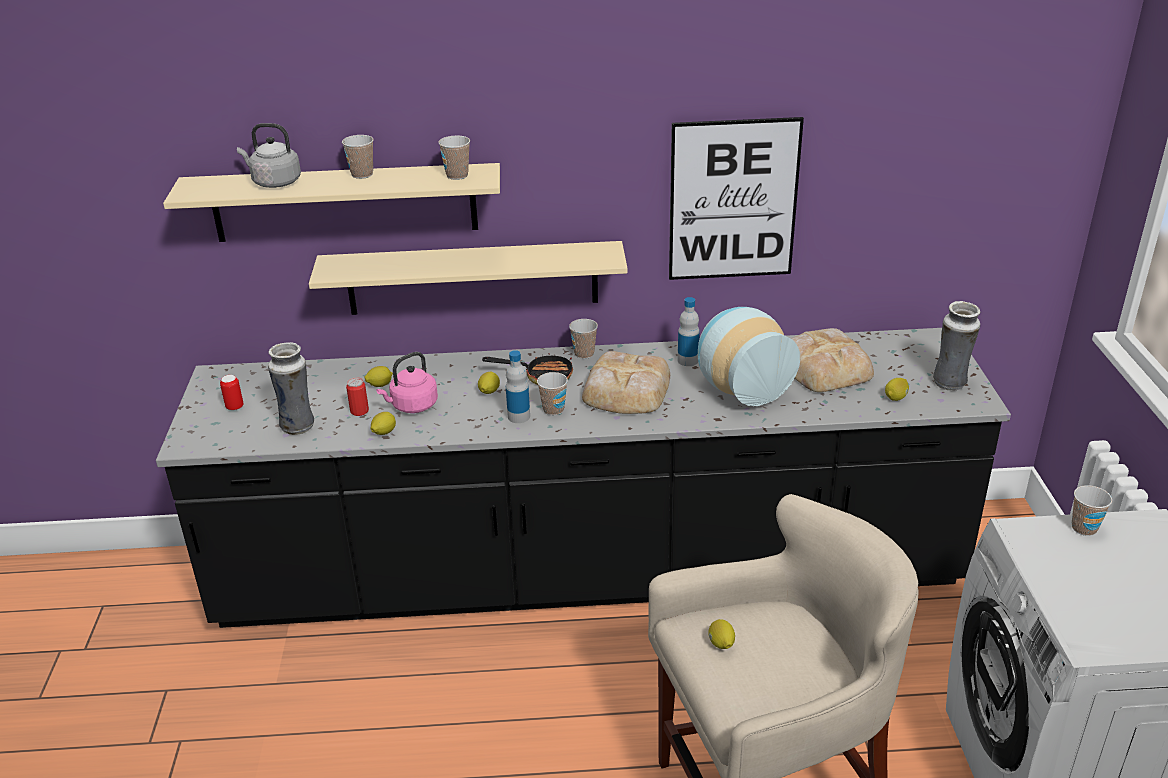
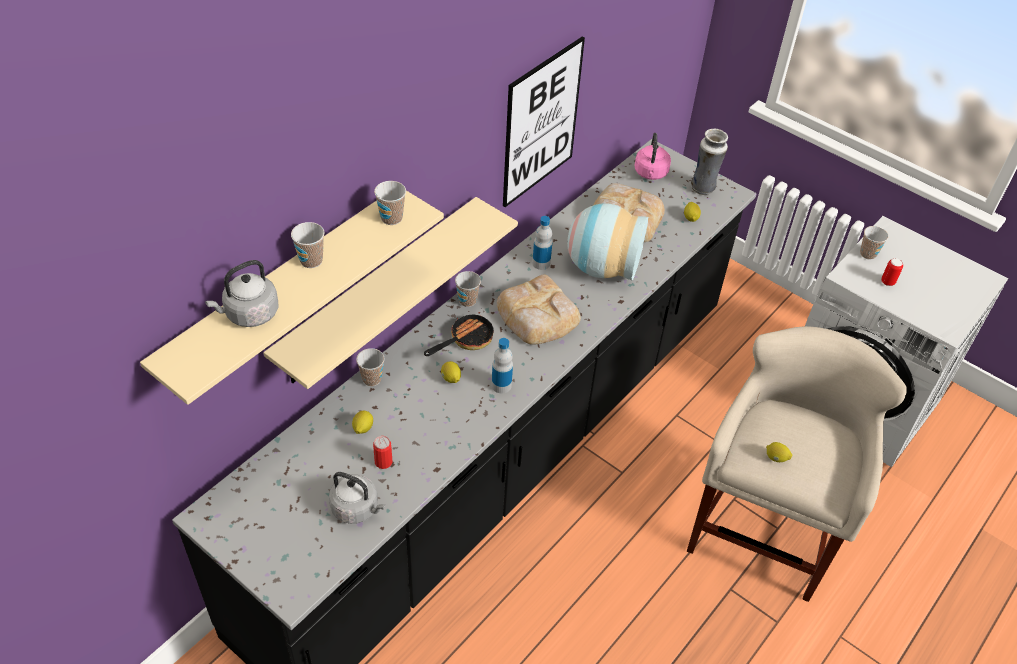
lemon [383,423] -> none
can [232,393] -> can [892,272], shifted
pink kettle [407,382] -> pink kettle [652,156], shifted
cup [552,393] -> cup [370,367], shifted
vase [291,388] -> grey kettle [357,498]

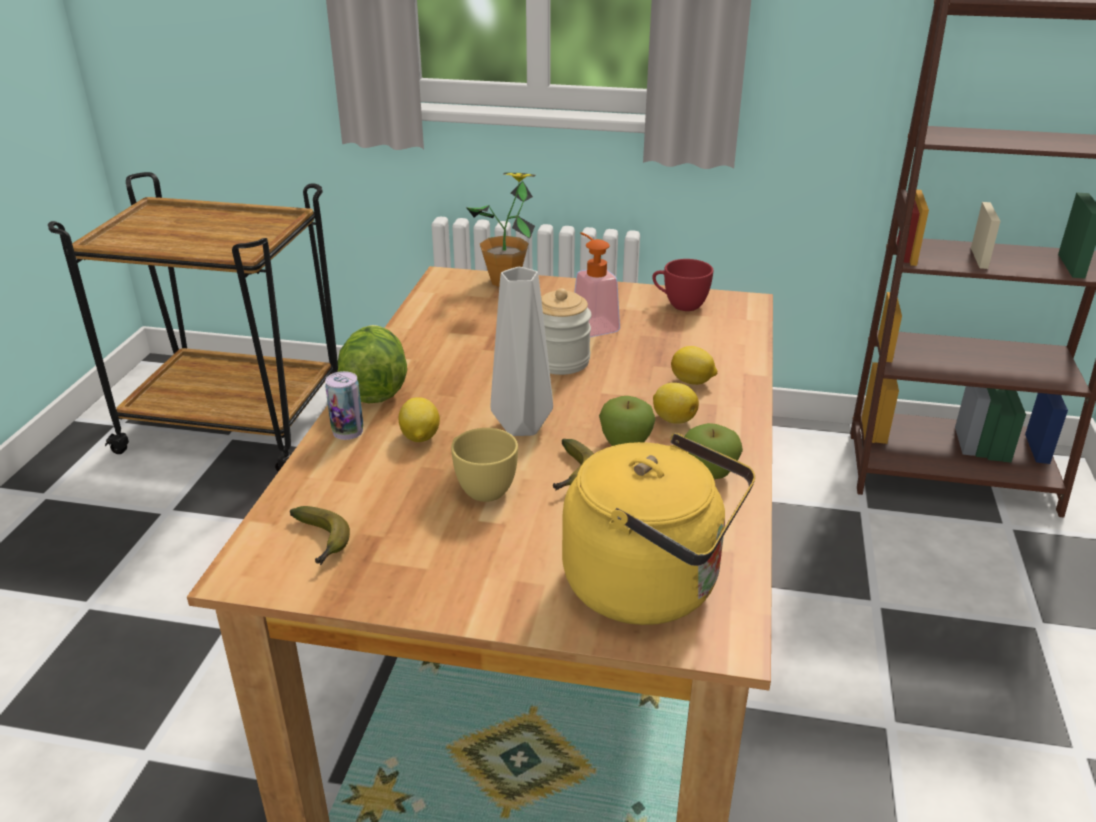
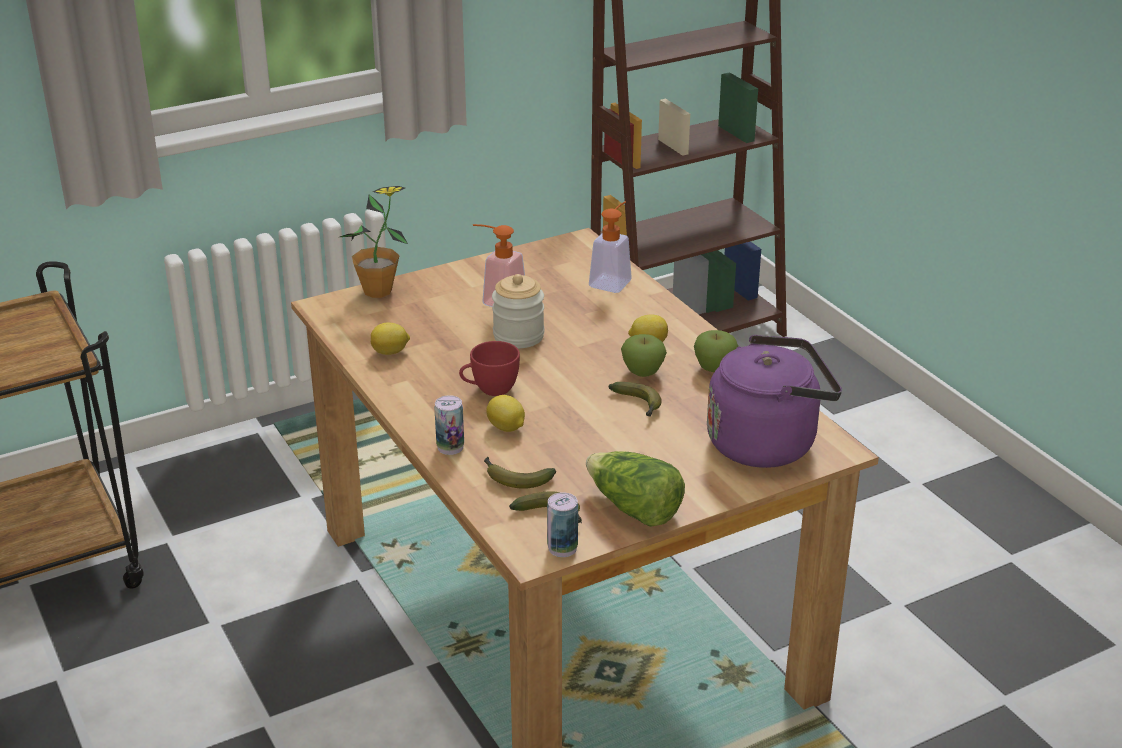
yellow cup [484,465] -> none
grey vase [521,351] -> none
none -> banana [520,473]
none -> can [562,524]
none -> soap dispenser [610,247]
lettuce [372,364] -> lettuce [635,489], shifted
red cup [682,285] -> red cup [489,368], shifted
lemon [694,365] -> lemon [390,339], shifted
yellow kettle [658,529] -> purple kettle [774,401]

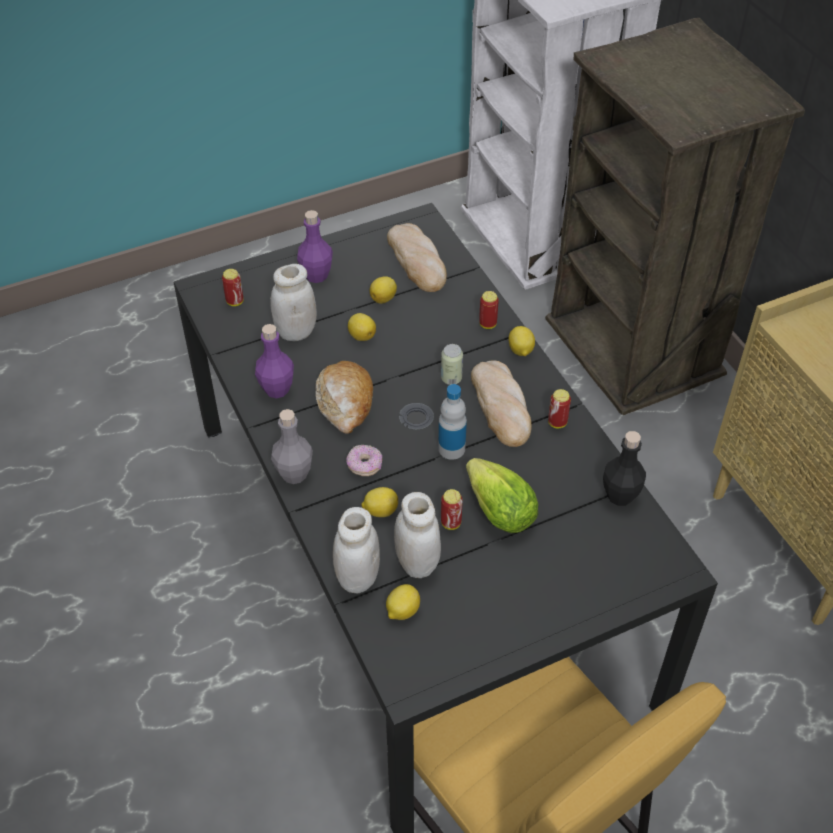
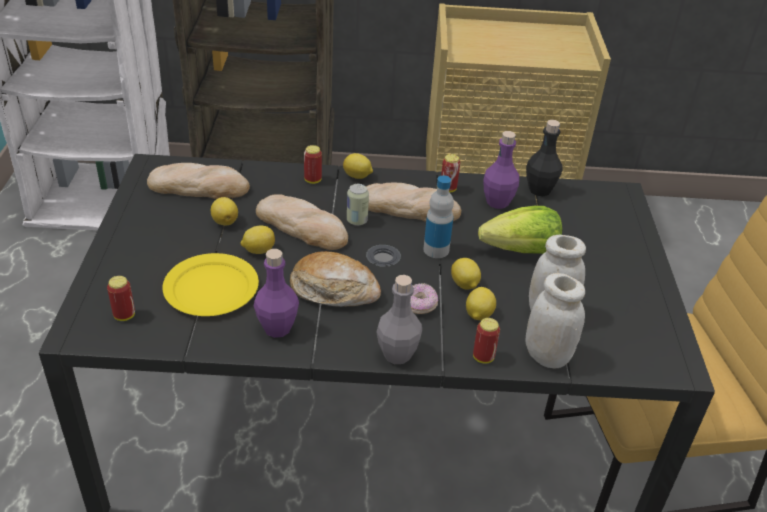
none -> bread [302,222]
purple bottle [315,246] -> purple bottle [501,170], shifted
lemon [403,602] -> lemon [466,274], shifted
can [452,509] -> can [486,341], shifted
white jar [293,302] -> yellow plate [211,284]

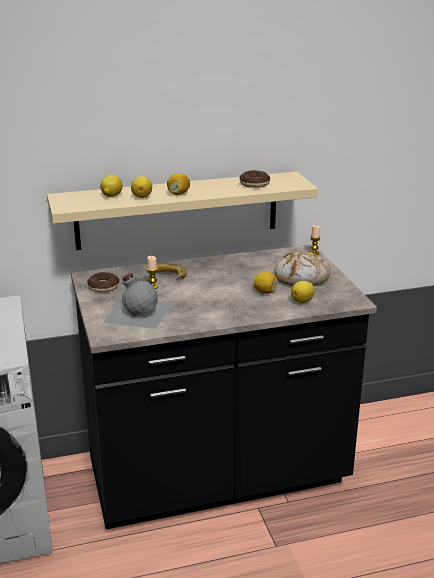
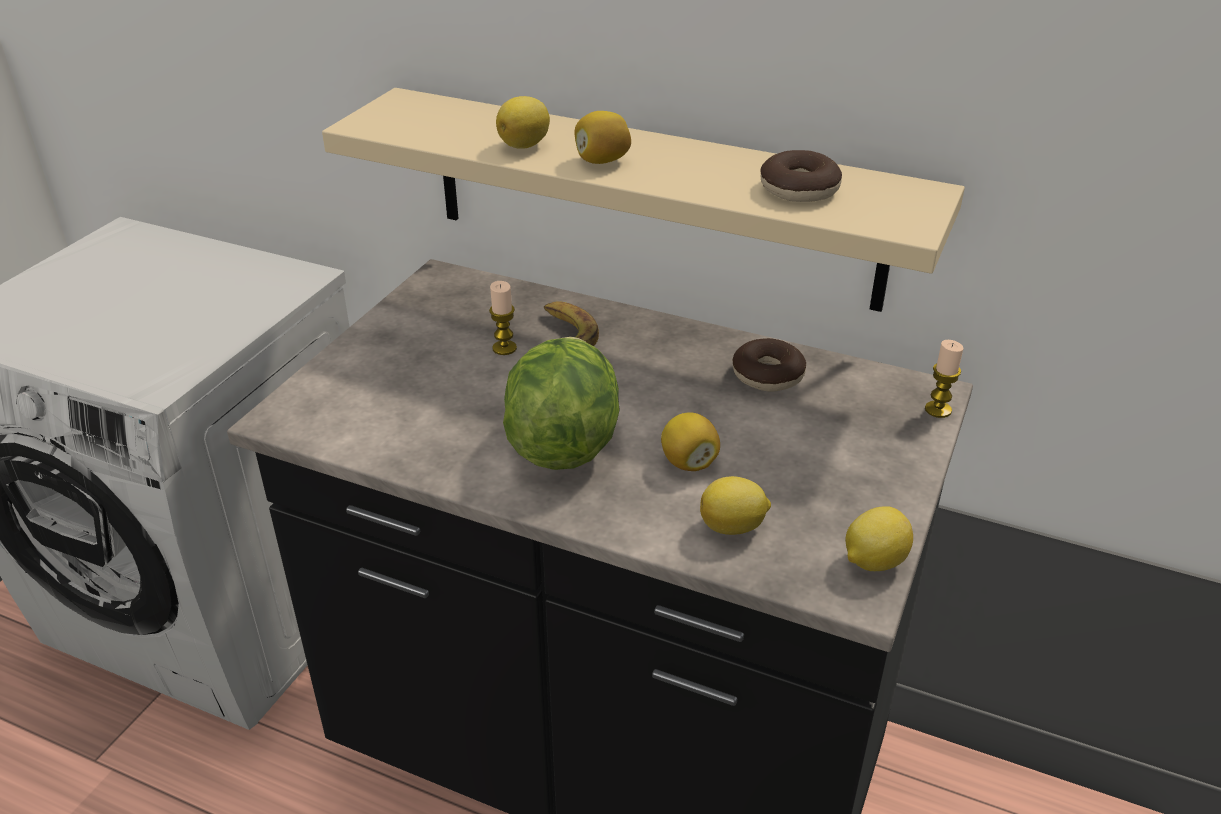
grey bottle [137,301] -> none
bread [302,269] -> none
none -> lettuce [561,403]
donut [103,282] -> donut [769,365], shifted
lemon [111,185] -> lemon [879,538], shifted

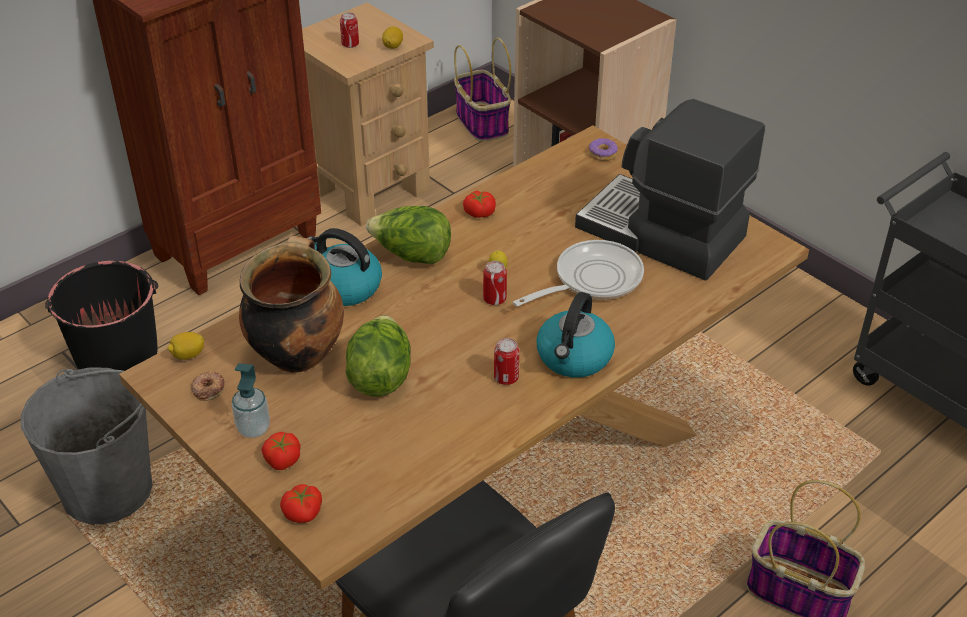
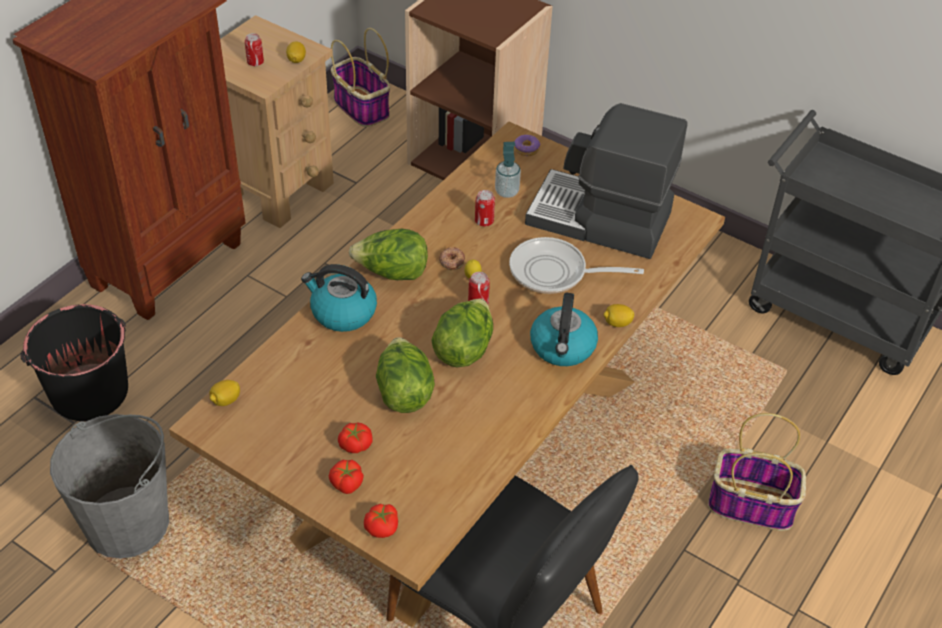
cooking pot [291,304] -> none
none -> lettuce [462,332]
none -> lemon [619,315]
donut [208,386] -> donut [452,258], shifted
soap dispenser [251,400] -> soap dispenser [508,170], shifted
tomato [479,204] -> tomato [355,437], shifted
can [506,361] -> can [485,208], shifted
frying pan [578,273] -> frying pan [576,265], 120 degrees counterclockwise

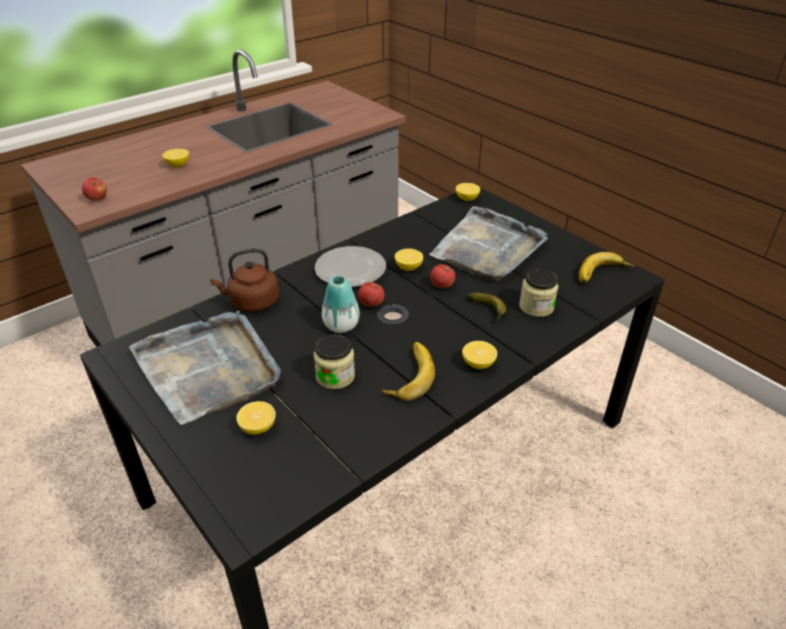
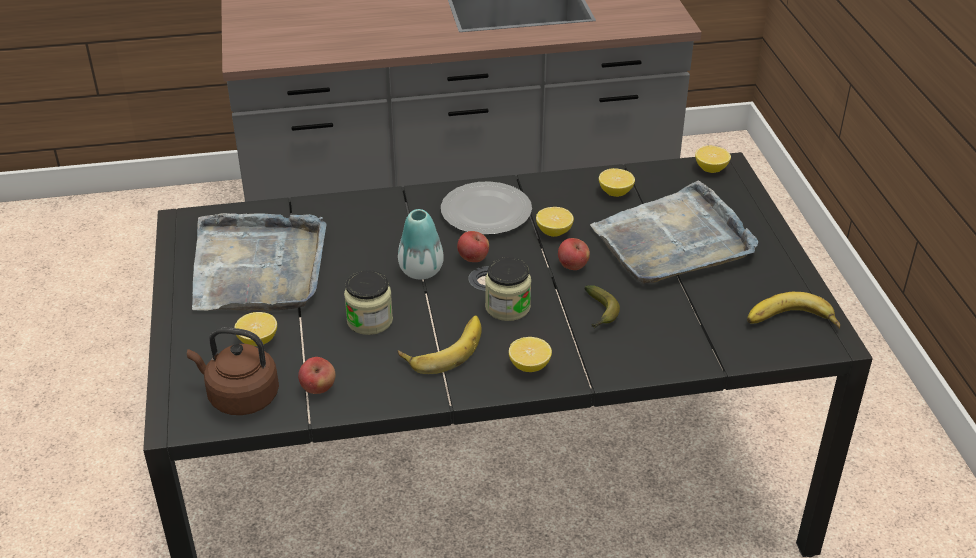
apple [94,189] -> apple [316,375], shifted
lemon [175,158] -> lemon [617,182], shifted
brown kettle [244,280] -> brown kettle [233,371], shifted
jar [538,292] -> jar [508,289], shifted

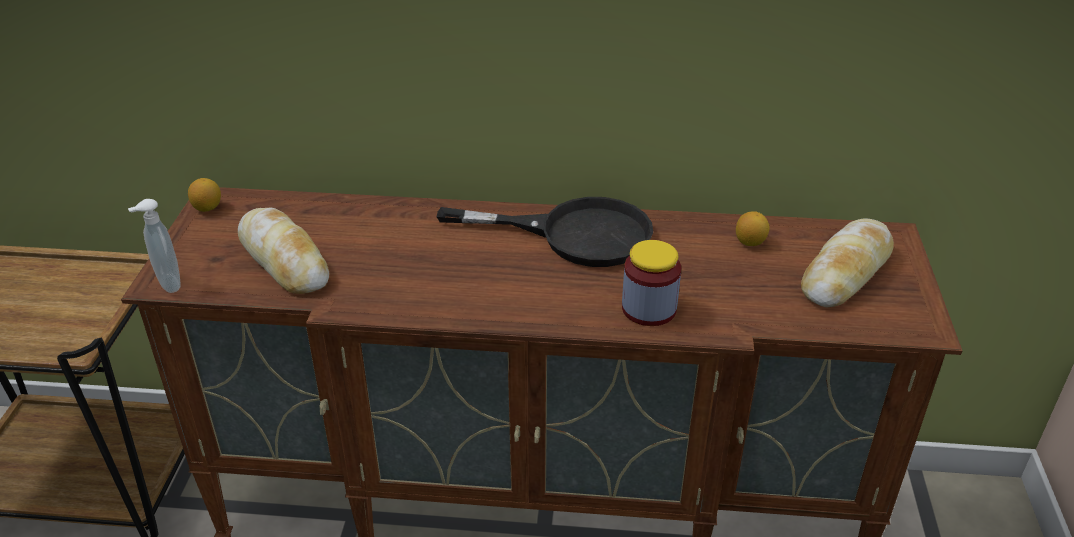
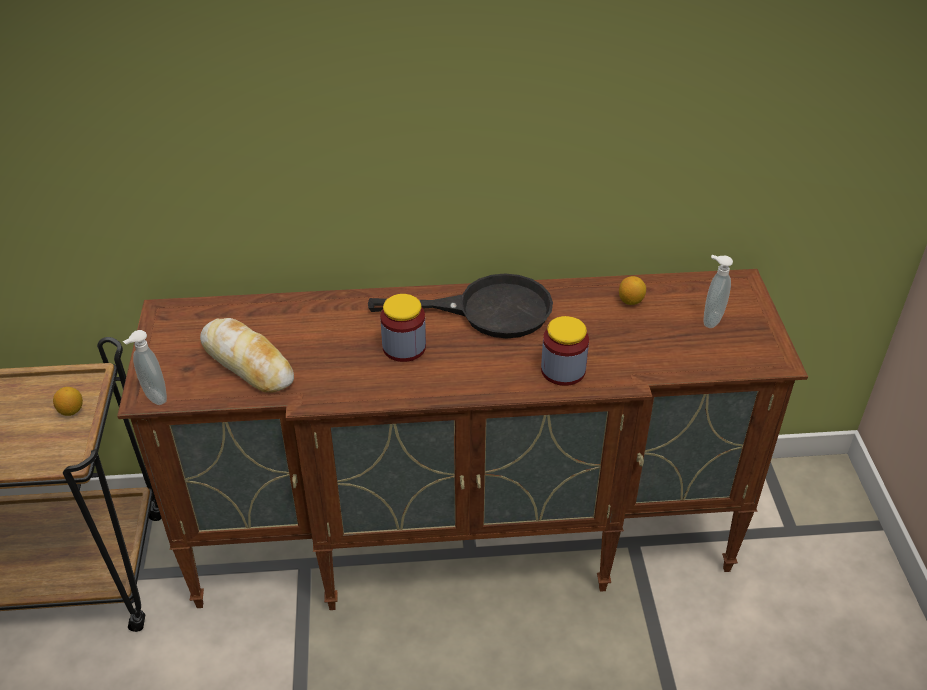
none -> jar [403,328]
lemon [204,195] -> lemon [68,401], shifted
bread [847,262] -> soap dispenser [718,291]

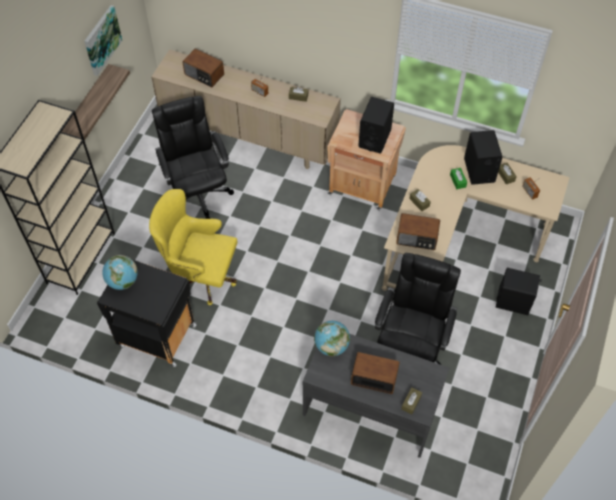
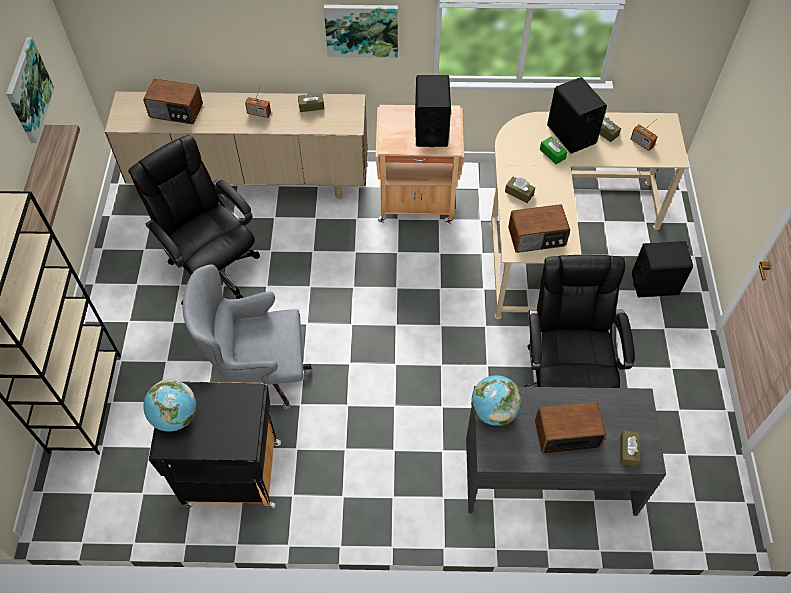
none -> picture [361,31]
yellow office chair [193,247] -> grey office chair [247,337]

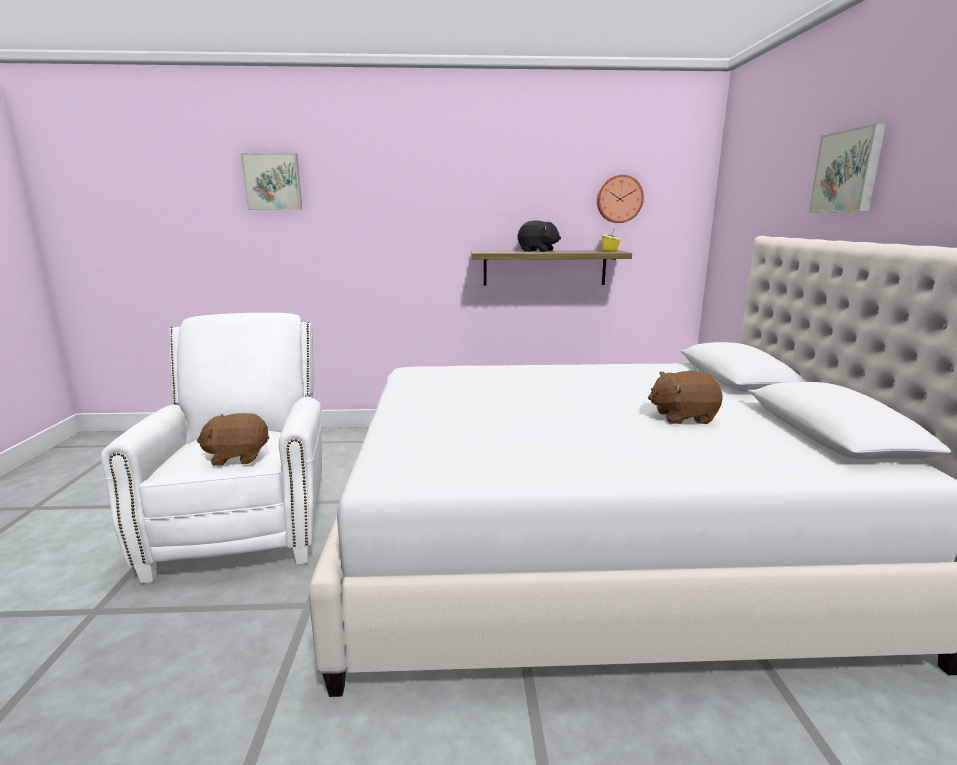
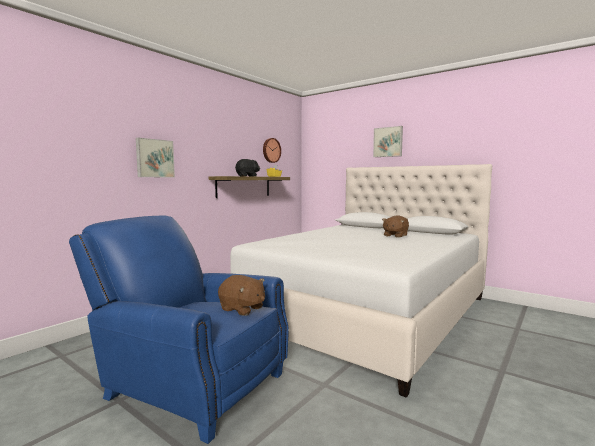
picture [271,181] -> picture [155,158], shifted
white armchair [211,448] -> blue armchair [179,329]
brown plush toy [233,439] -> brown plush toy [241,295], 90 degrees counterclockwise

